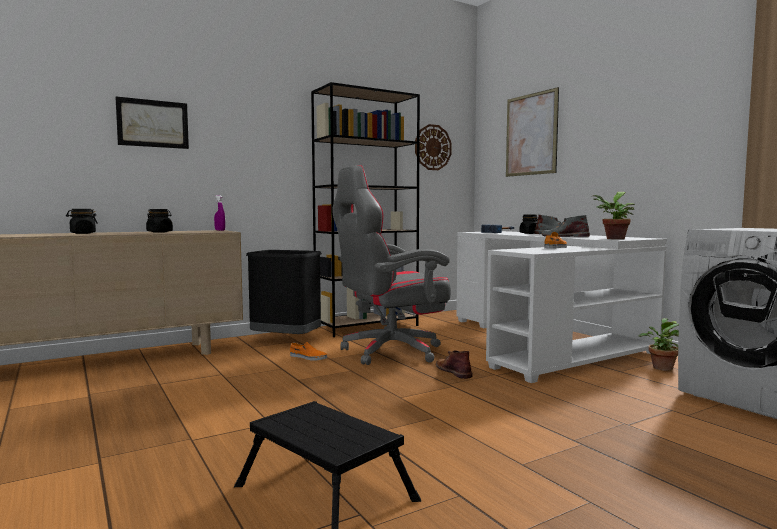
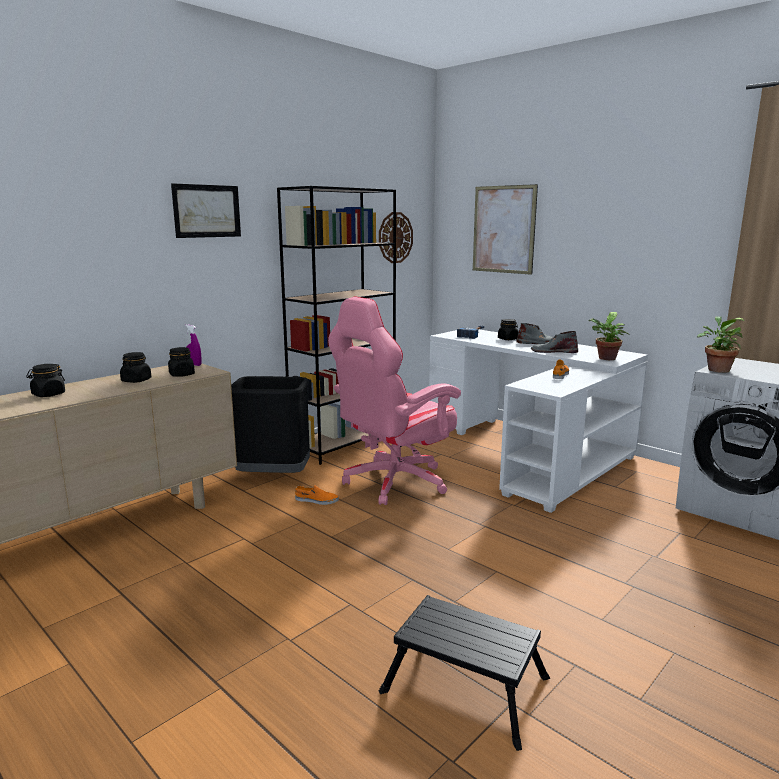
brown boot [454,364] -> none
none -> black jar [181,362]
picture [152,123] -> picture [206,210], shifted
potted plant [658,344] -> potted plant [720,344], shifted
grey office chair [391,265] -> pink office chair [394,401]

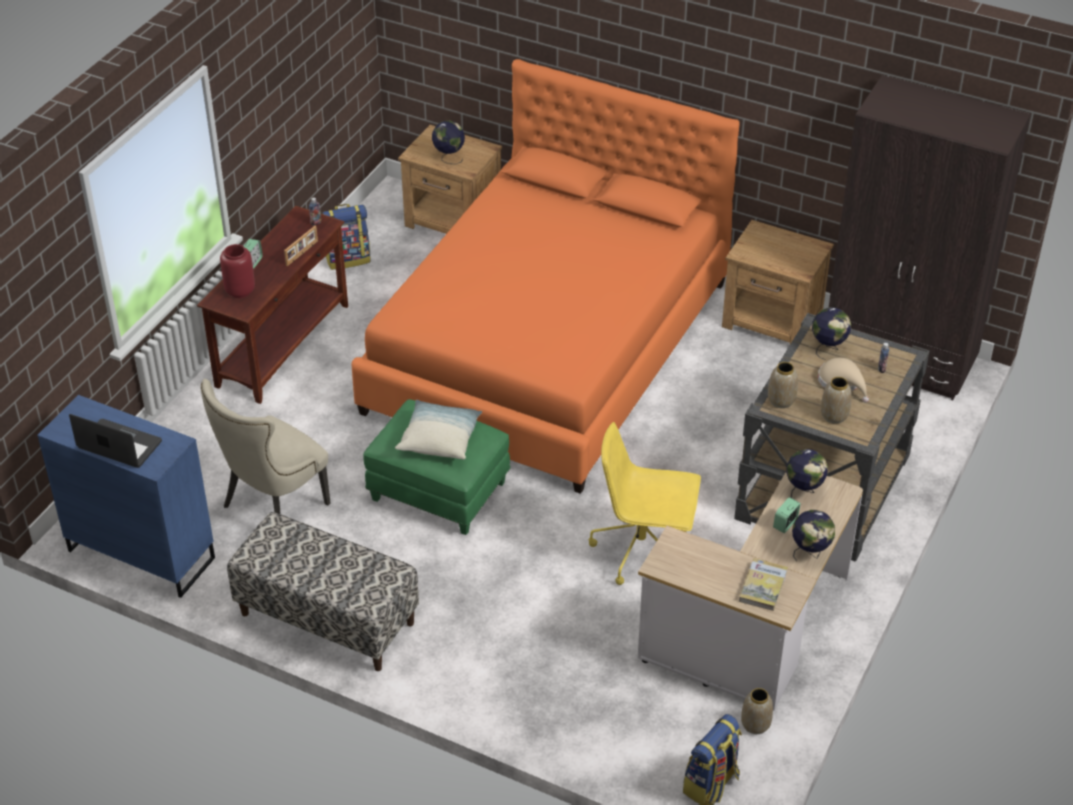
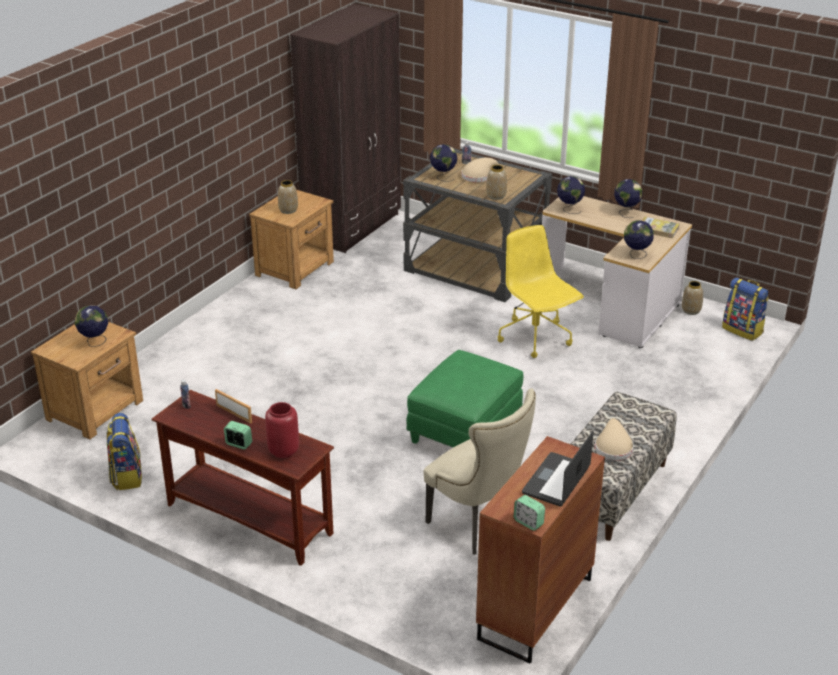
orange bed [545,276] -> none
pillow [438,429] -> none
none -> beige hat [614,439]
none -> globe [639,239]
alarm clock [787,515] -> alarm clock [529,513], shifted
vase [836,400] -> vase [288,197], shifted
blue dresser [126,496] -> brown dresser [540,550]
yellow office chair [645,503] -> yellow office chair [541,291], 135 degrees clockwise

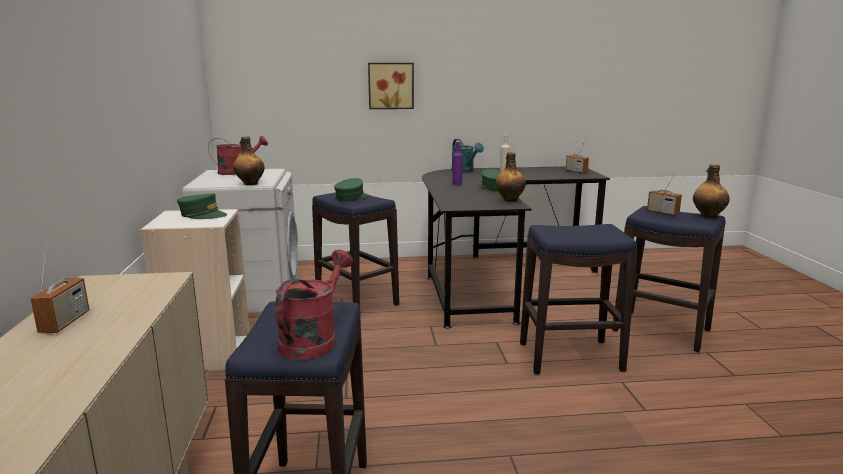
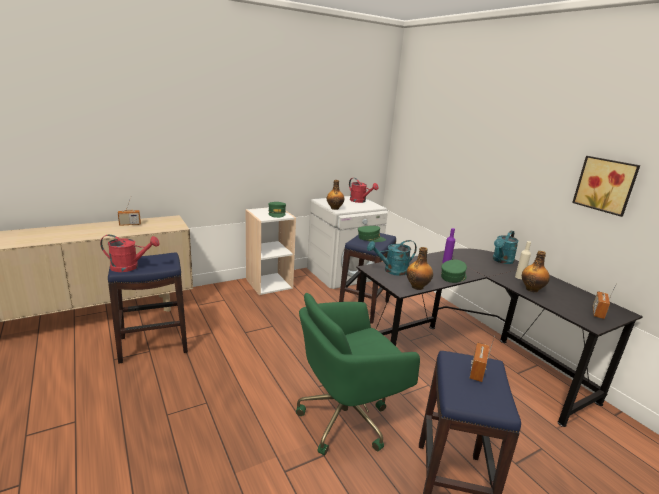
none -> turquoise watering can [392,258]
picture [391,86] -> picture [606,186], shifted
bottle [711,191] -> bottle [536,272], shifted
stool [578,299] -> green office chair [358,374]

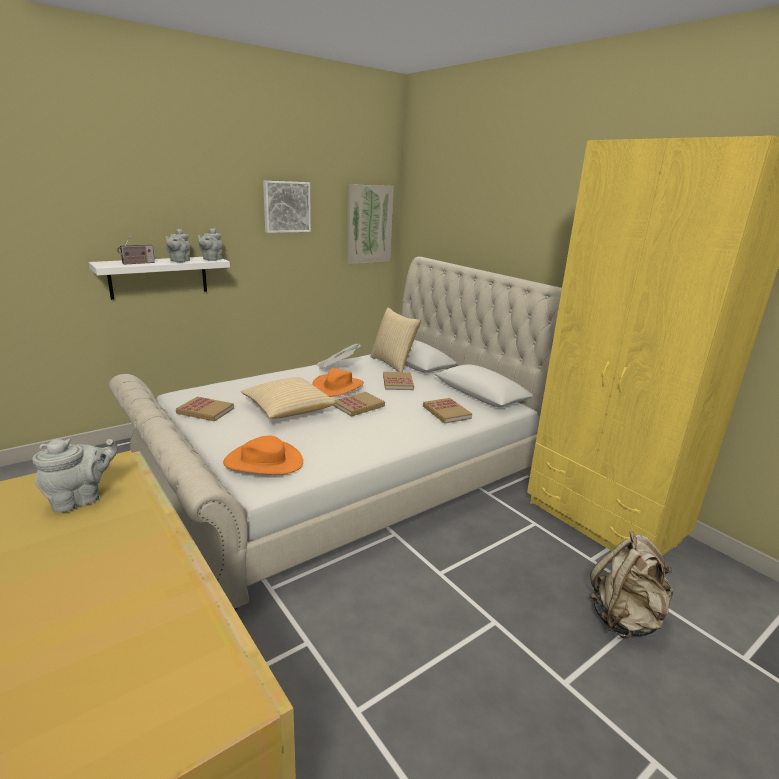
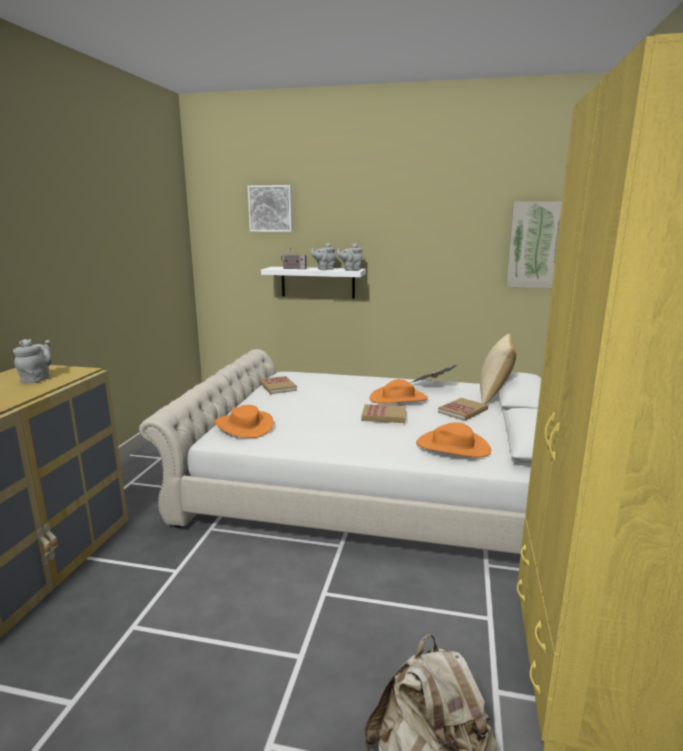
pillow [288,397] -> none
picture [287,207] -> picture [270,208], shifted
book [447,411] -> orange hat [453,440]
grey teapot [75,475] -> grey teapot [32,361], 90 degrees counterclockwise

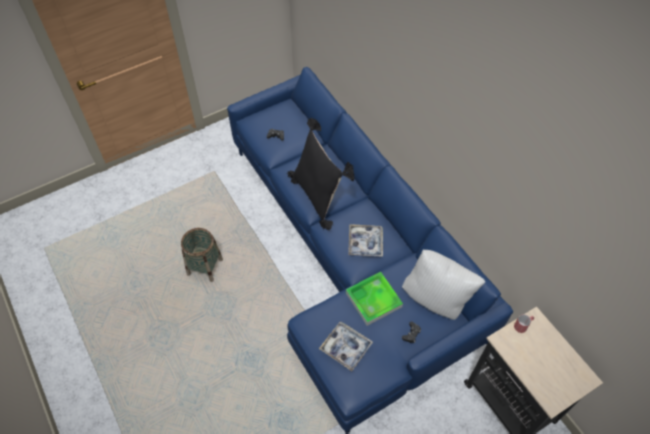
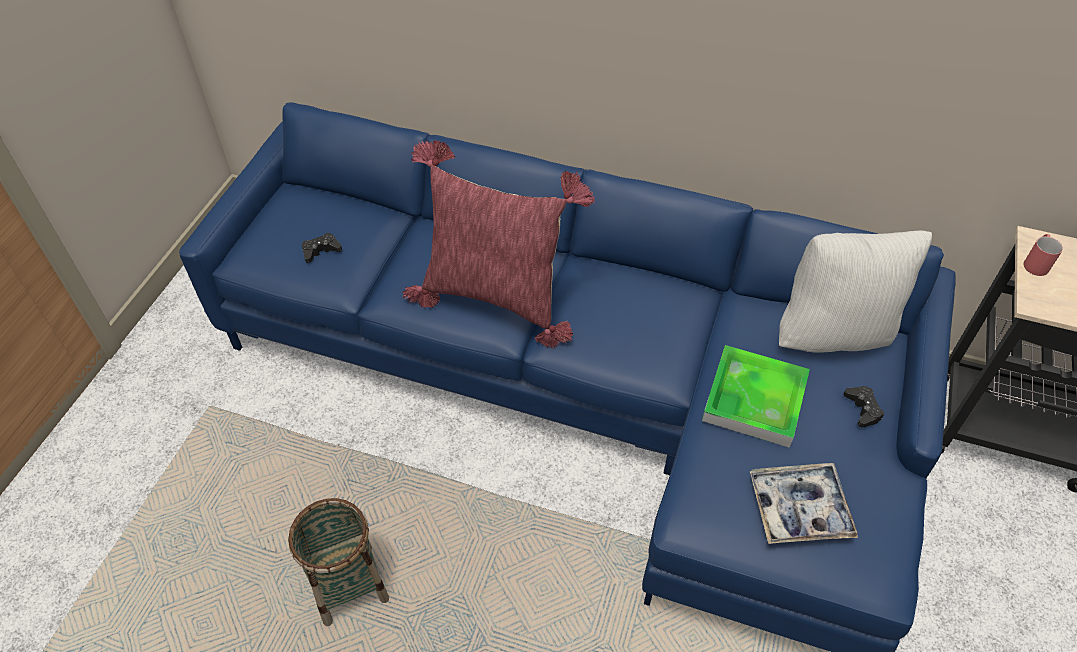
tray [365,240] -> none
black pillow [321,174] -> red pillow [498,244]

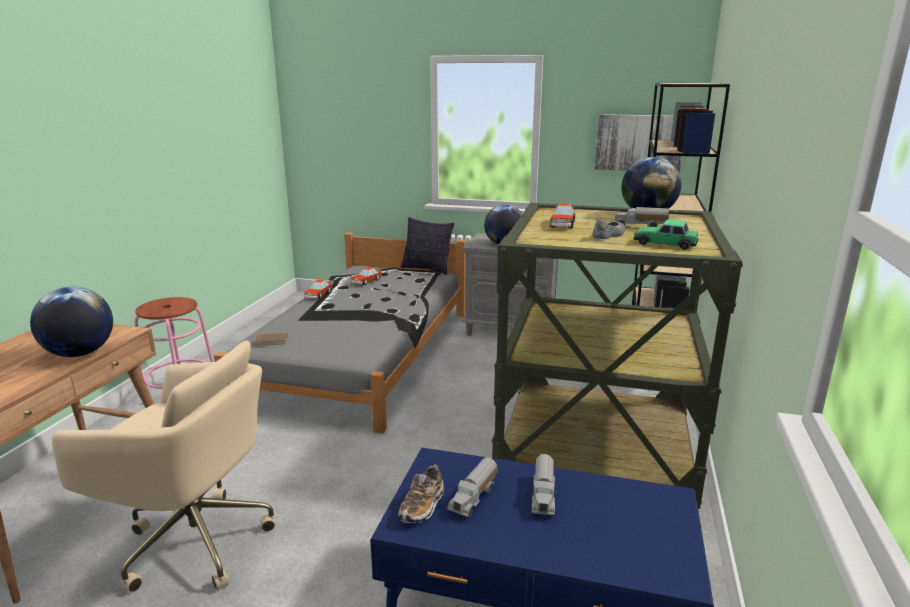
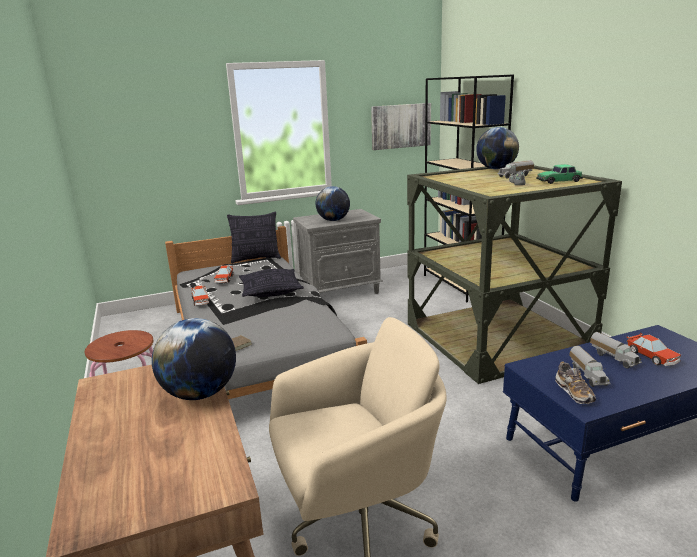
none -> pillow [271,283]
toy car [562,215] -> toy car [654,349], shifted

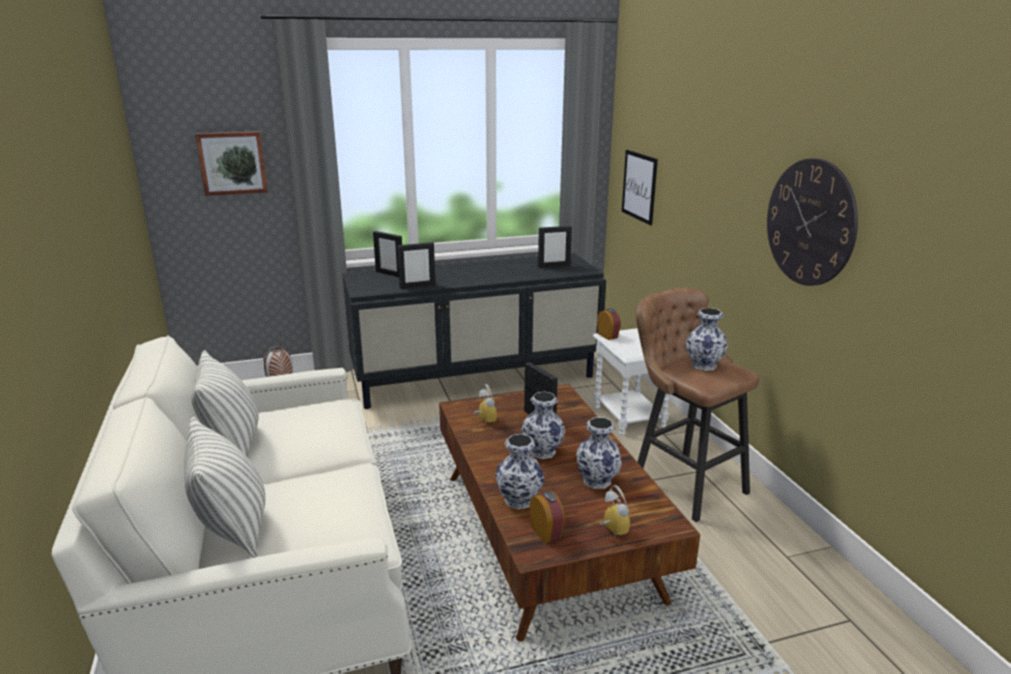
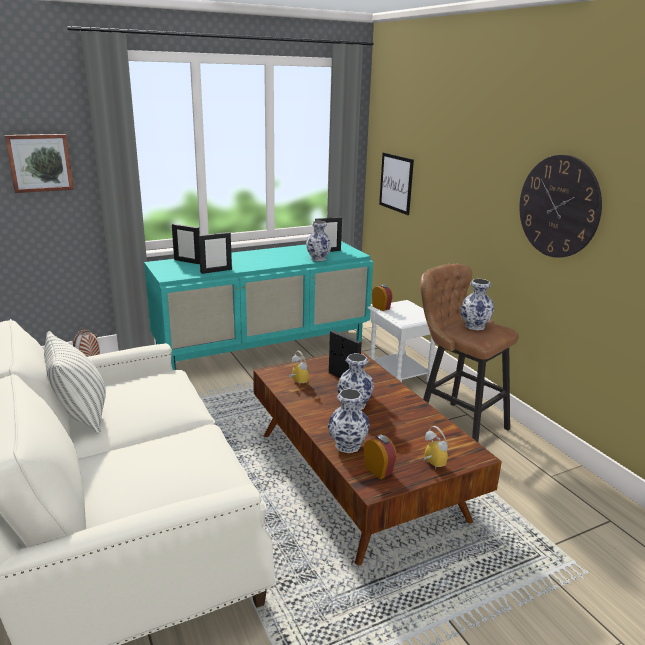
pillow [224,487] -> none
vase [599,453] -> vase [318,241], shifted
black cabinet [474,331] -> turquoise cabinet [258,305]

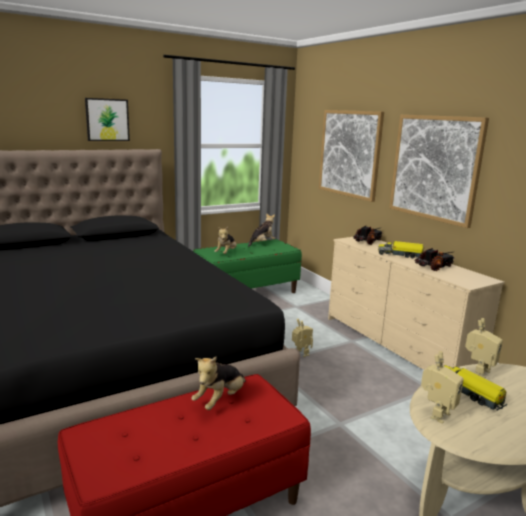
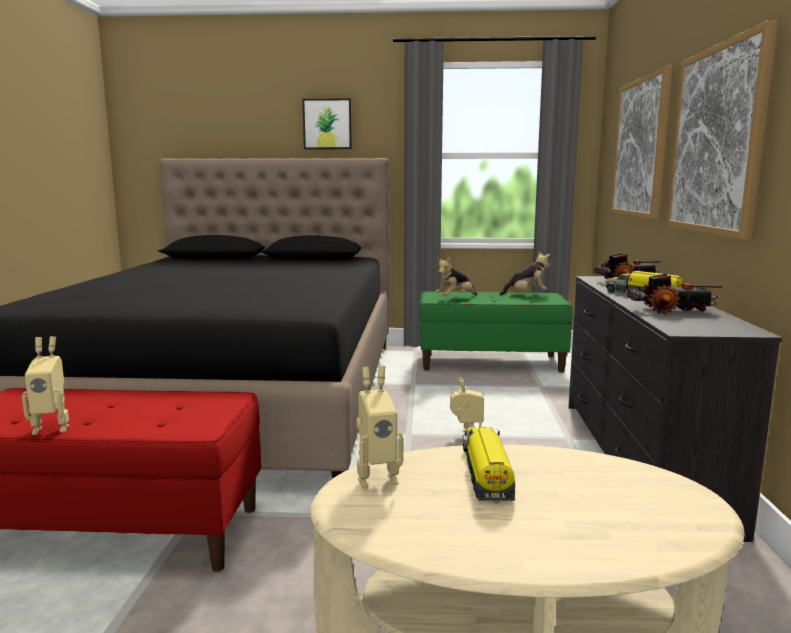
plush toy [218,383] -> none
toy robot [484,348] -> toy robot [45,385], shifted
beige dresser [416,303] -> black dresser [675,409]

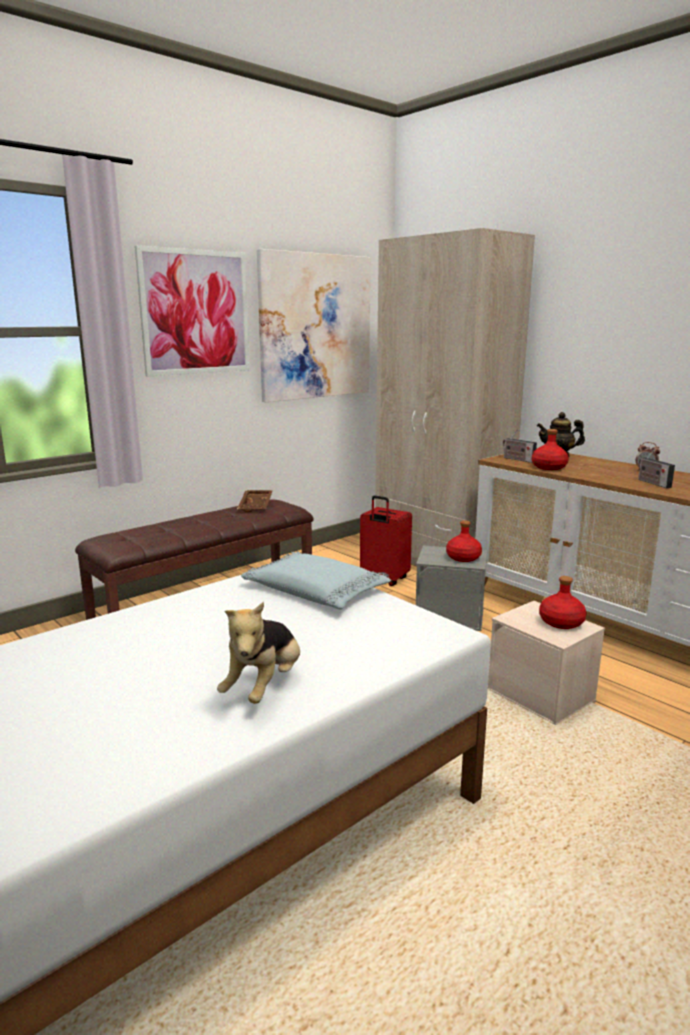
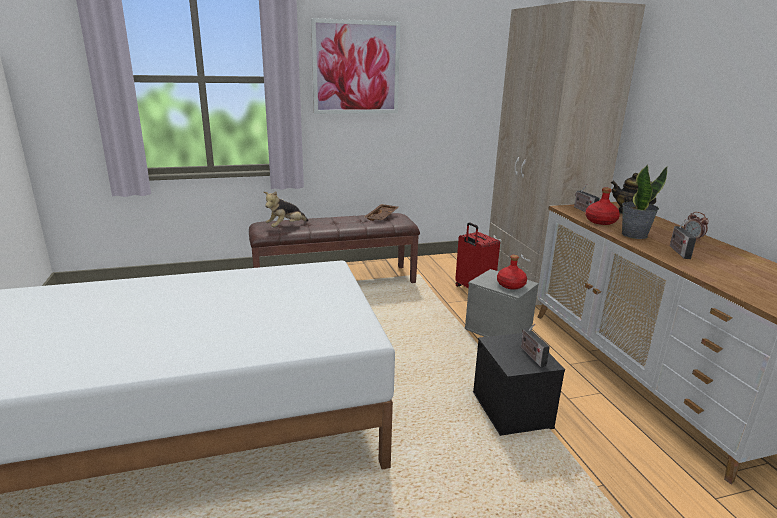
blue pillow [316,580] -> none
picture [313,325] -> none
none -> potted plant [645,201]
plush toy [258,653] -> plush toy [286,209], shifted
red bottle [562,602] -> radio [535,345]
beige storage box [546,663] -> black storage box [519,384]

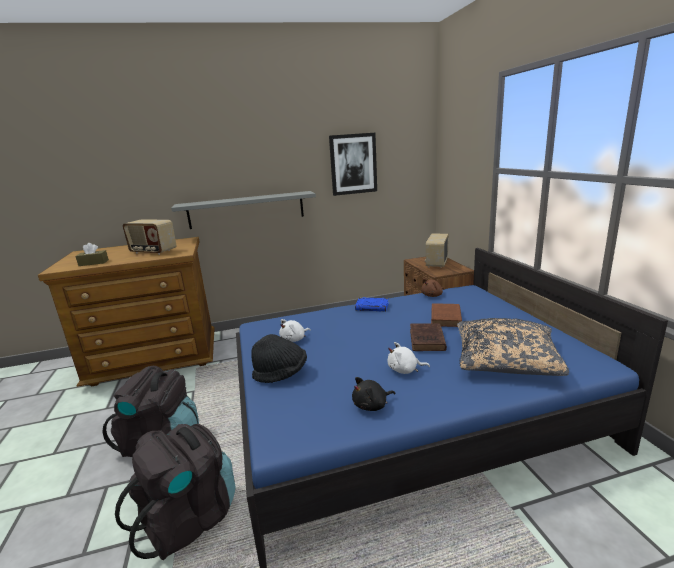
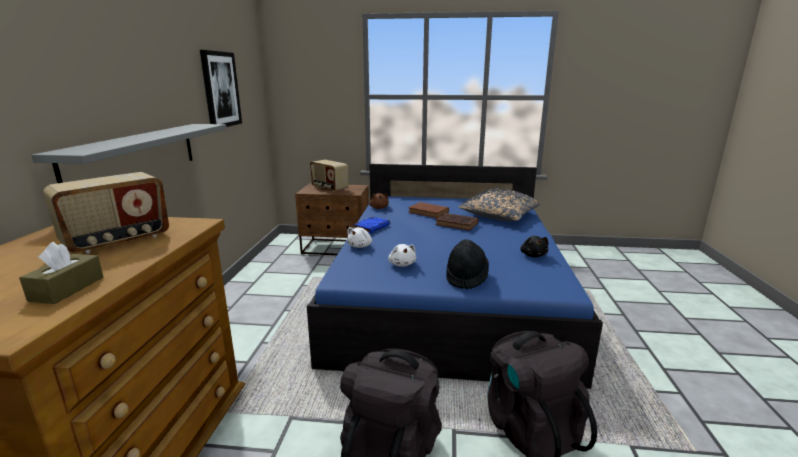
white plush toy [409,358] -> white plush toy [359,237], shifted

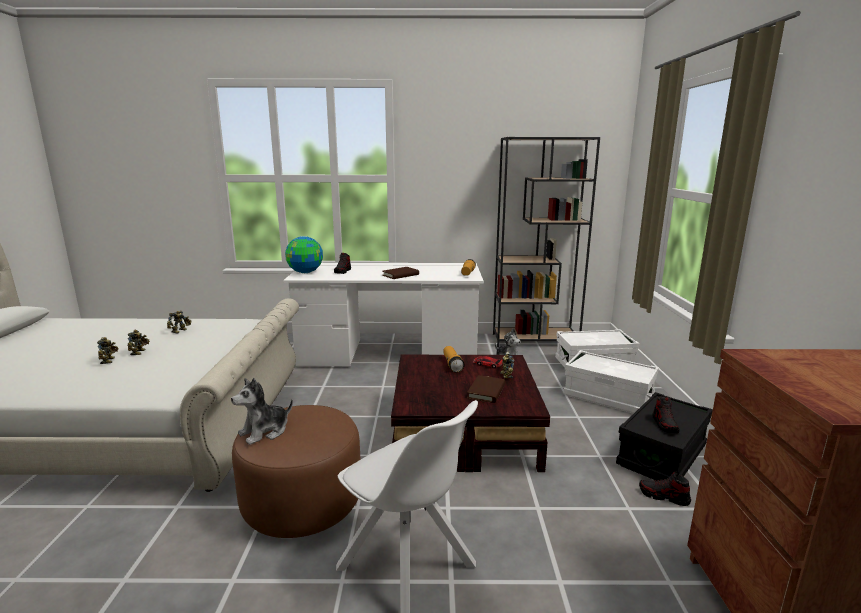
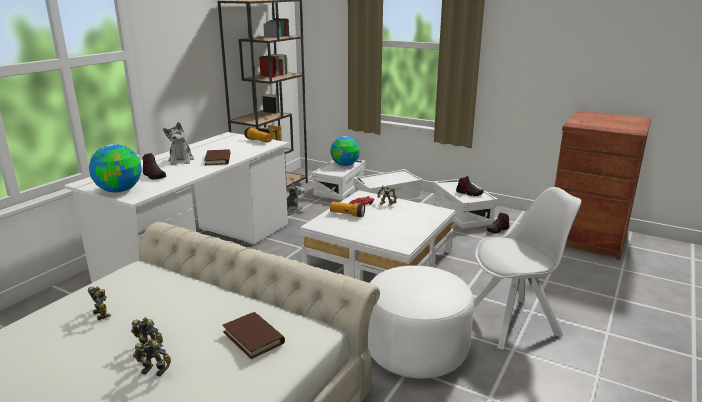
none -> globe [345,151]
plush toy [262,411] -> plush toy [178,143], shifted
brown book [486,389] -> brown book [253,335], shifted
brown ottoman [296,471] -> white ottoman [421,322]
brown coffee table [470,413] -> white coffee table [377,235]
black storage box [664,436] -> white storage box [465,204]

